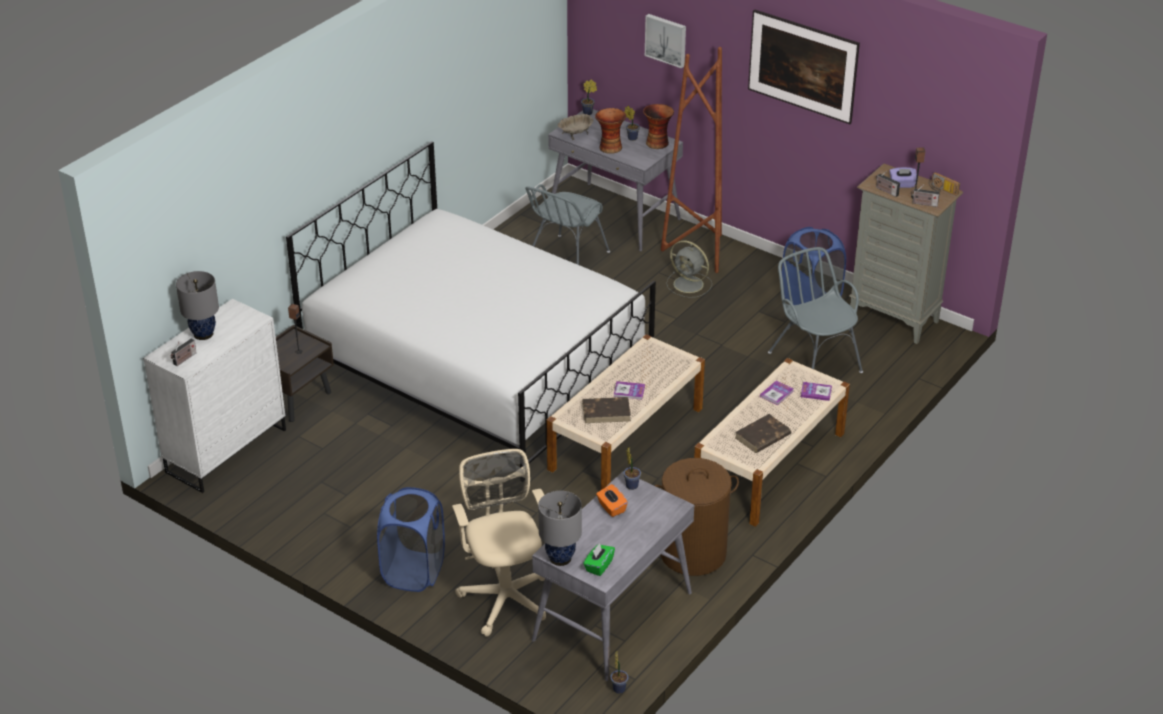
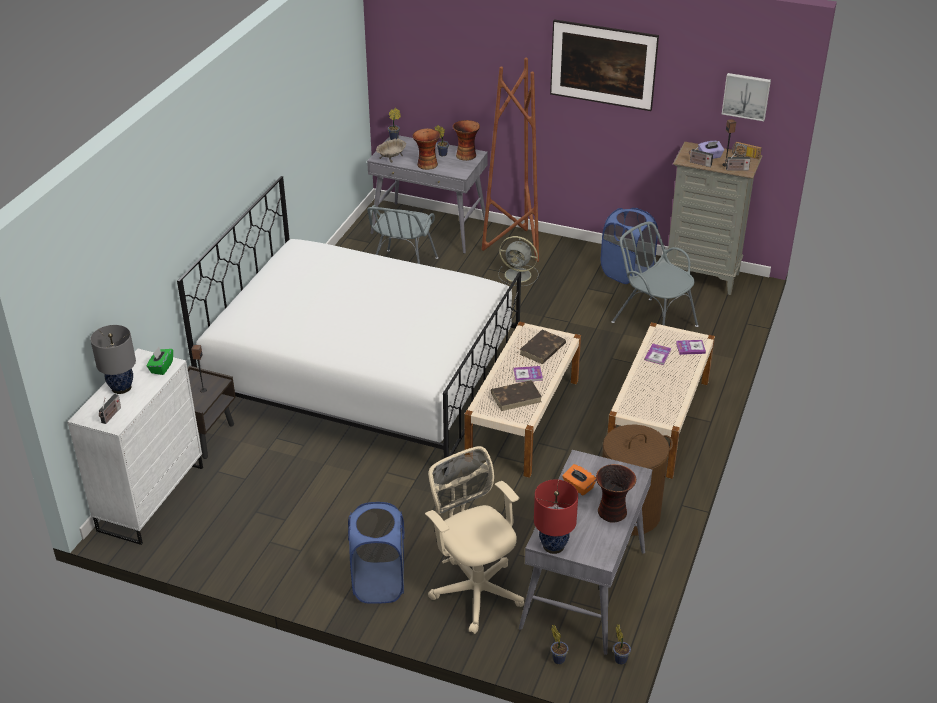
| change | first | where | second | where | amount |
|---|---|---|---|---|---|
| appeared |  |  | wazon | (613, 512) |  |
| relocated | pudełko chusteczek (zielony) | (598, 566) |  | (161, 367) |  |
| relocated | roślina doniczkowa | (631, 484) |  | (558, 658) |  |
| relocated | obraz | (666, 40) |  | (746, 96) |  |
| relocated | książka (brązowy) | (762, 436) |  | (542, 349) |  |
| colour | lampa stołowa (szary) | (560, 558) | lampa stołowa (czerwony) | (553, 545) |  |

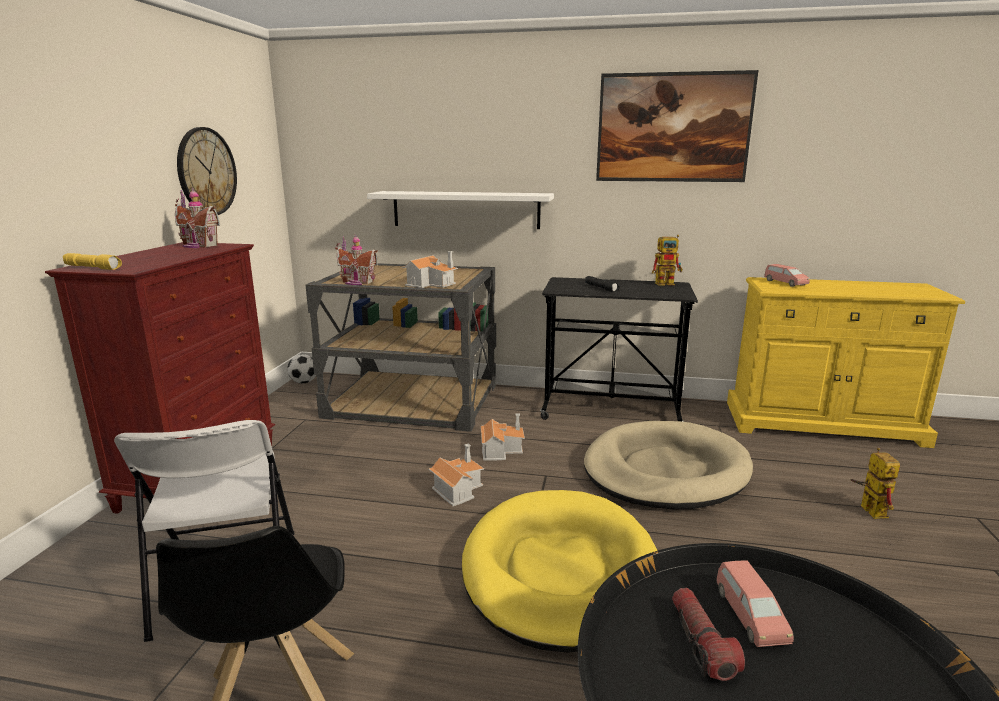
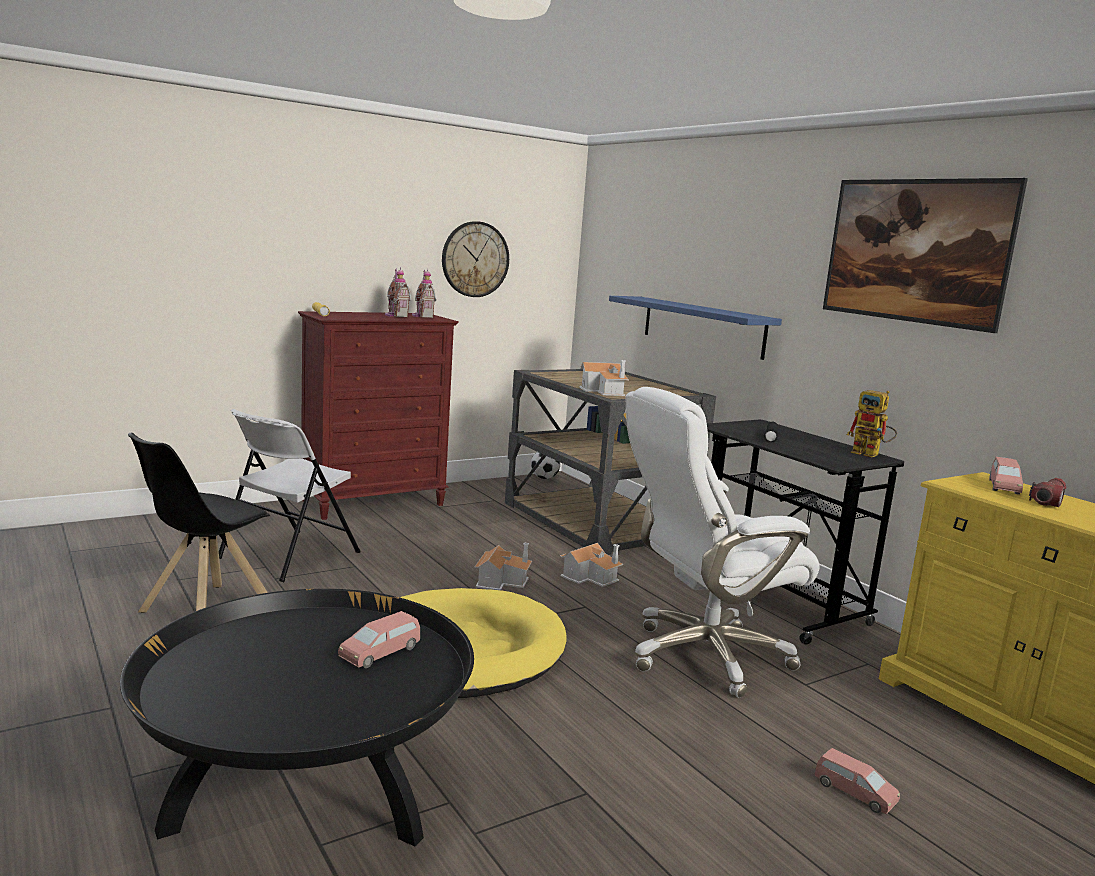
| change | first | where | second | where | amount |
|---|---|---|---|---|---|
| relocated | domek | (357, 282) |  | (395, 315) |  |
| relocated | latarka | (701, 643) |  | (1048, 500) |  |
| exchanged | legowisko (beżowy) | (665, 471) | krzesło biurowe (biały) | (701, 657) |  |
| exchanged | robot zabawkowy | (868, 508) | samochodzik (różowy) | (854, 793) |  |
| colour | półka (biały) | (465, 209) | półka (niebieski) | (702, 326) |  |

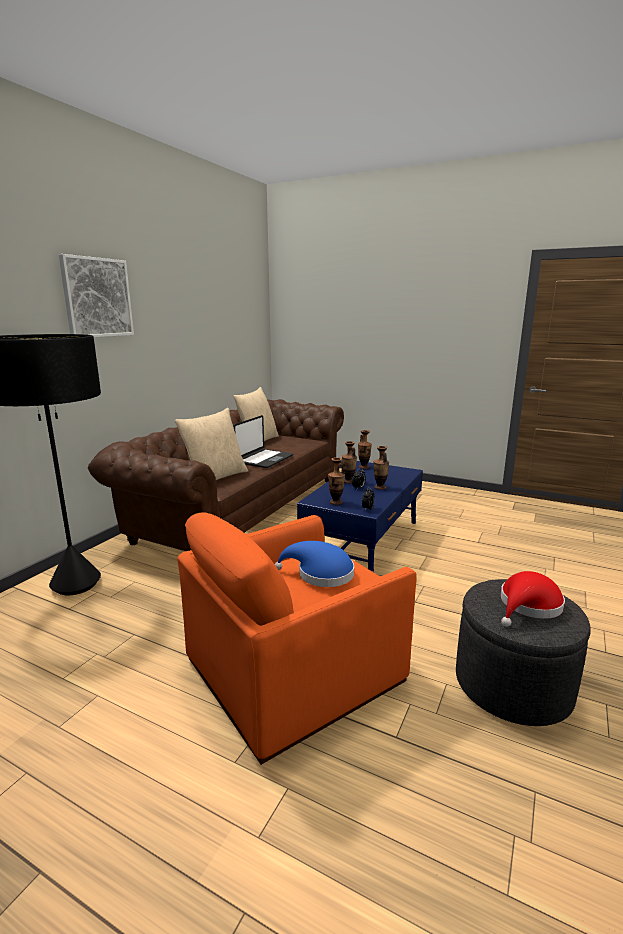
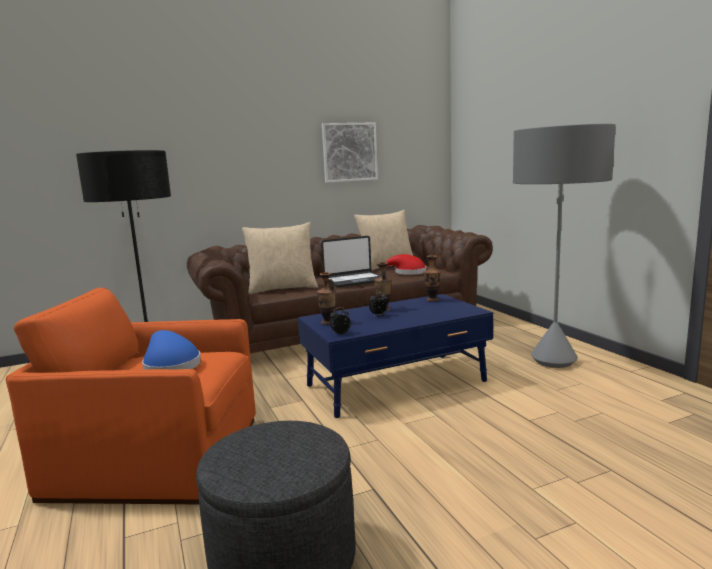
| change | first | where | second | where | amount |
|---|---|---|---|---|---|
| missing | wazon | (380, 487) |  |  |  |
| appeared |  |  | lampa stojąca (szary) | (553, 361) |  |
| relocated | obraz | (97, 297) |  | (349, 152) |  |
| relocated | kapelusz (czerwony) | (528, 606) |  | (407, 273) |  |

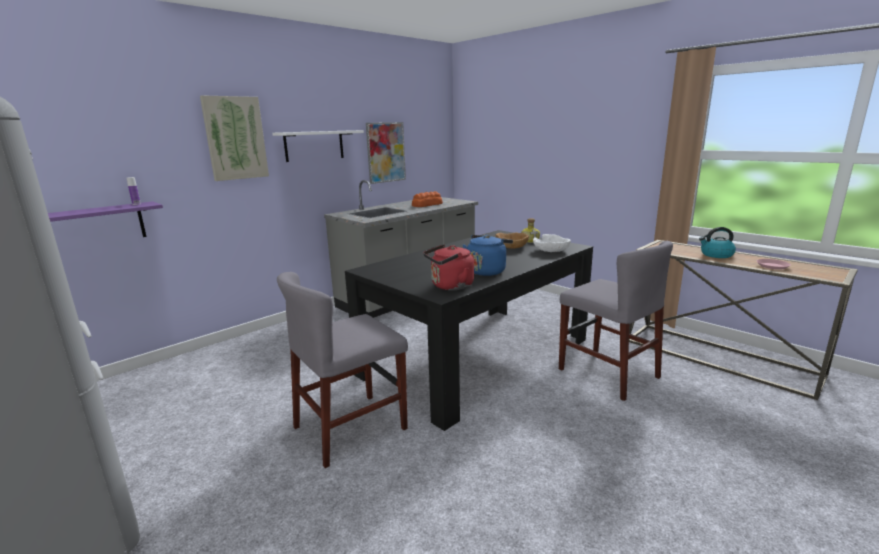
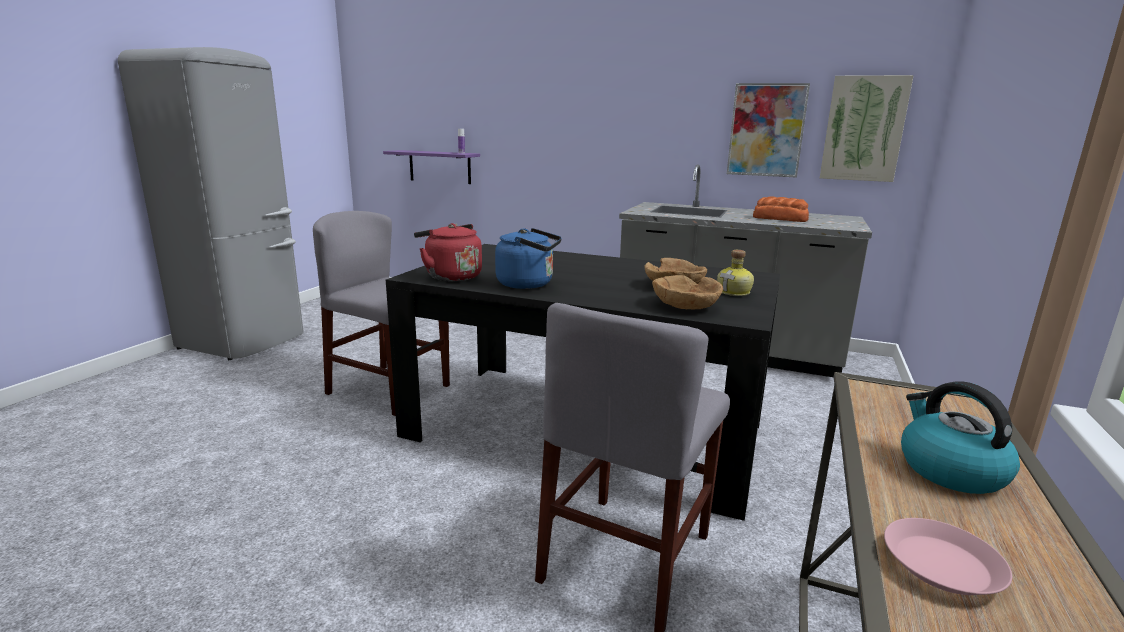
| change | first | where | second | where | amount |
|---|---|---|---|---|---|
| missing | półka (biały) | (314, 145) |  |  |  |
| relocated | obraz | (235, 138) |  | (863, 129) |  |
| colour | miska (biały) | (551, 251) | miska (brązowy) | (685, 306) |  |

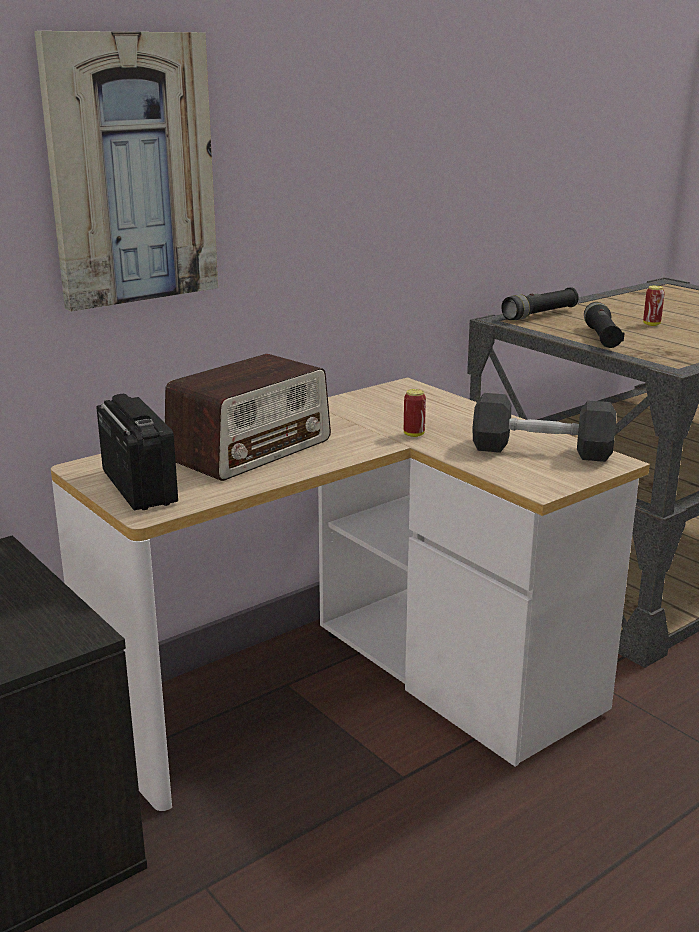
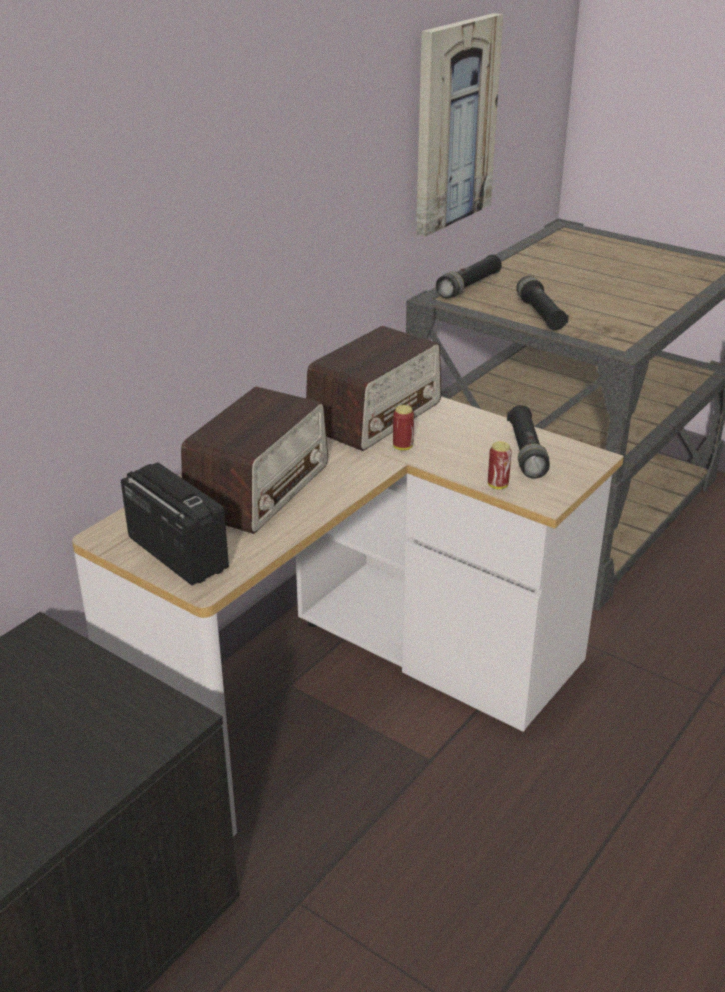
| change | first | where | second | where | amount |
|---|---|---|---|---|---|
| appeared |  |  | radio | (375, 415) |  |
| relocated | obraz | (131, 170) |  | (454, 124) |  |
| relocated | puszka | (651, 324) |  | (497, 485) |  |
| exchanged | hantel (szary) | (541, 450) | latarka (czarny) | (526, 452) |  |

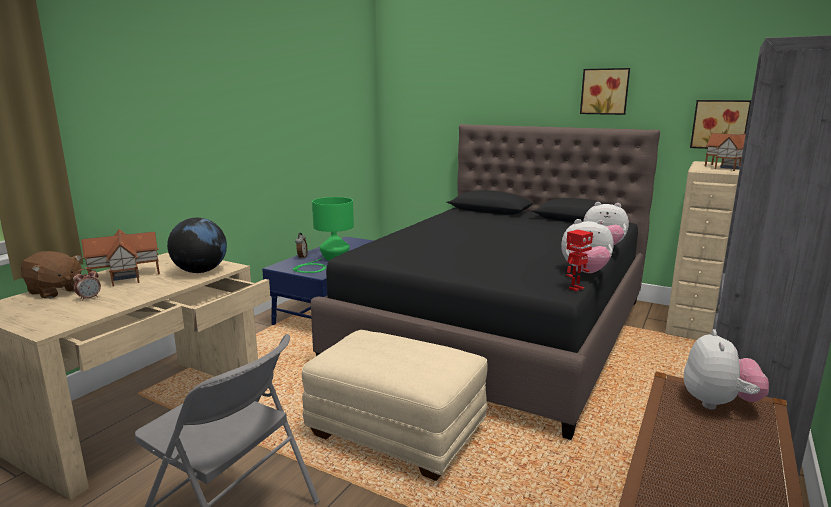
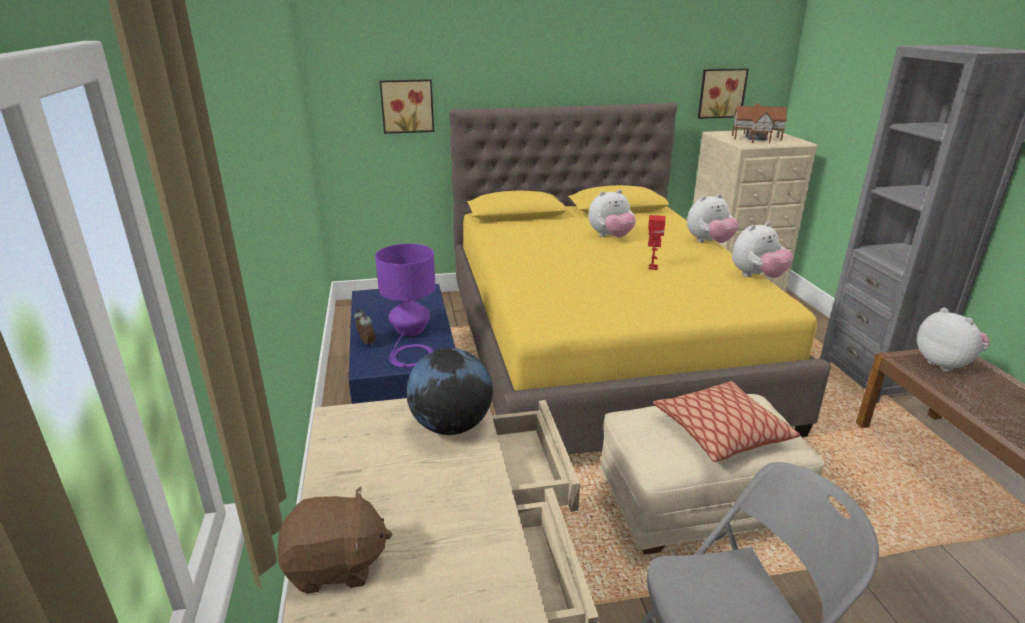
| change | first | where | second | where | amount |
|---|---|---|---|---|---|
| missing | budzik | (89, 298) |  |  |  |
| missing | domek | (126, 275) |  |  |  |
| appeared |  |  | pluszak | (610, 237) |  |
| appeared |  |  | poduszka | (720, 432) |  |
| relocated | robot zabawkowy | (575, 288) |  | (652, 267) |  |
| relocated | obraz | (604, 91) |  | (407, 106) |  |
| colour | lampa stołowa (zielony) | (325, 262) | lampa stołowa (fioletowy) | (410, 339) |  |
| colour | łóżko (czarny) | (498, 330) | łóżko (żółty) | (600, 352) |  |

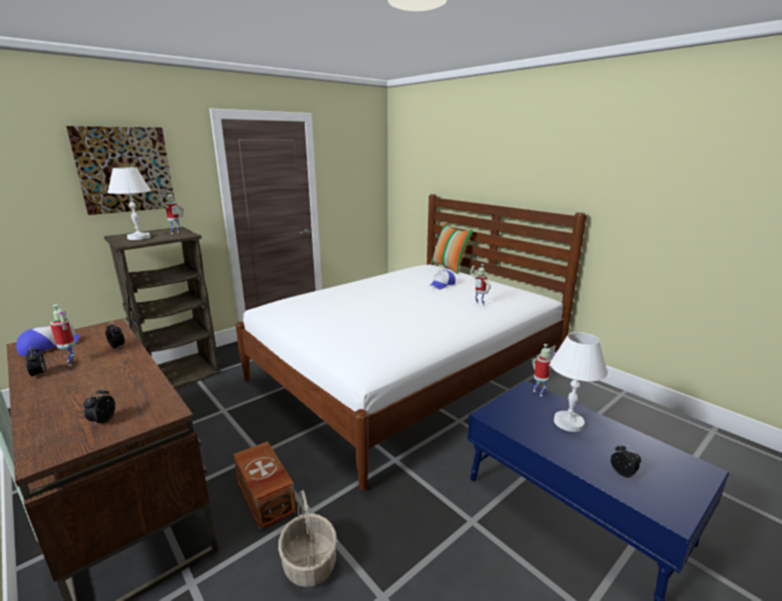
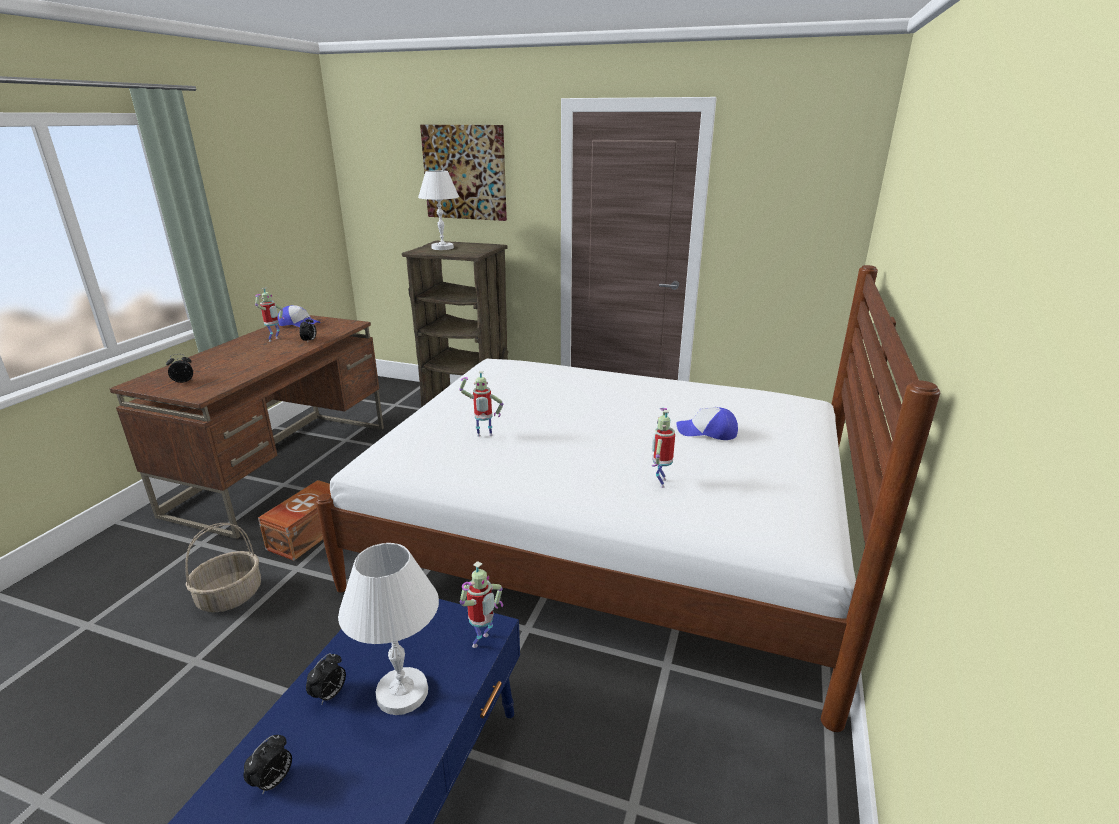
| change | first | where | second | where | amount |
|---|---|---|---|---|---|
| missing | poduszka | (449, 267) |  |  |  |
| relocated | budzik | (39, 374) |  | (330, 695) |  |
| relocated | robot zabawkowy | (175, 233) |  | (484, 436) |  |

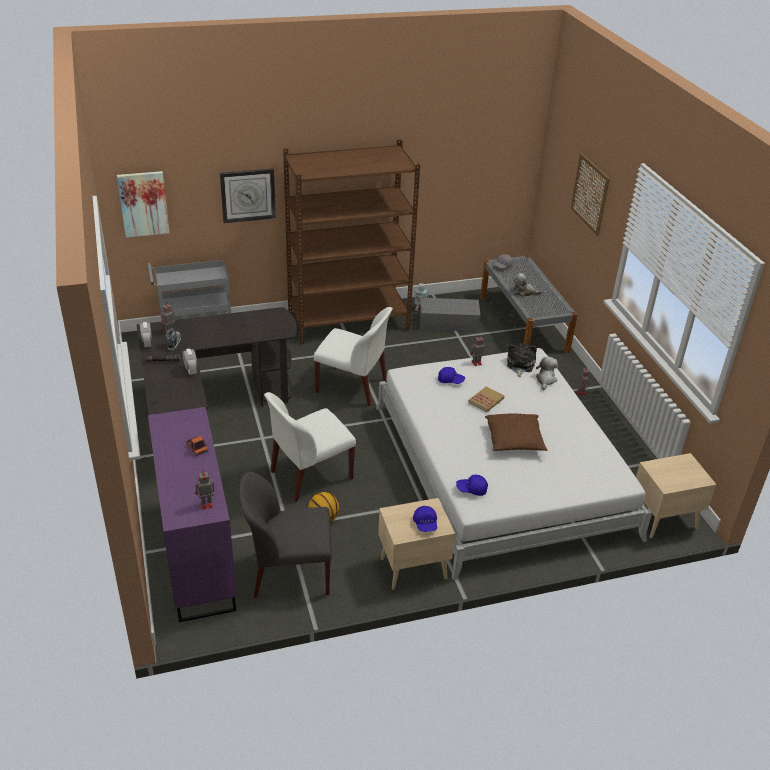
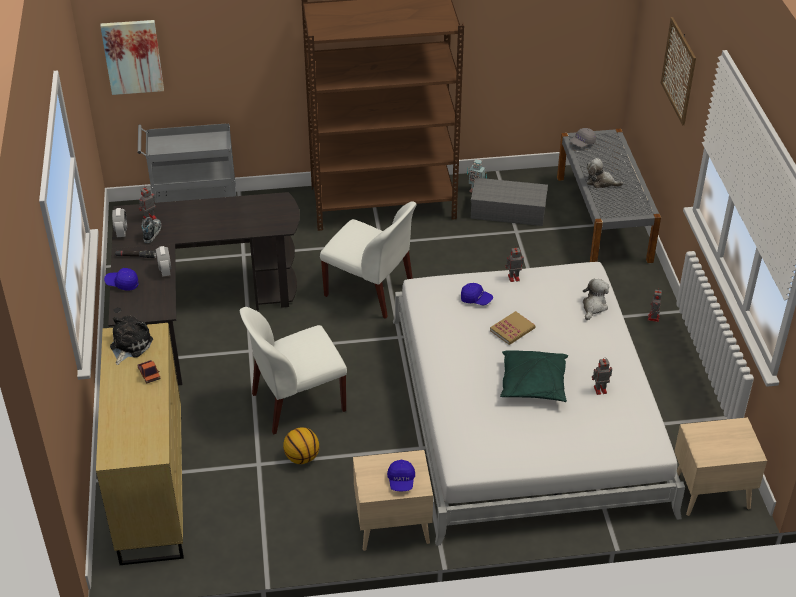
| change | first | where | second | where | amount |
|---|---|---|---|---|---|
| missing | zegar ścienny | (248, 195) |  |  |  |
| missing | krzesło (szary) | (289, 573) |  |  |  |
| relocated | robot zabawkowy | (205, 504) |  | (599, 389) |  |
| relocated | czapka z daszkiem (niebieski) | (471, 489) |  | (122, 283) |  |
| relocated | pluszak | (519, 365) |  | (129, 345) |  |
| colour | komoda (fioletowy) | (196, 553) | komoda (beżowy) | (150, 487) |  |
| colour | poduszka (brązowy) | (514, 441) | poduszka (zielony) | (533, 385) |  |

